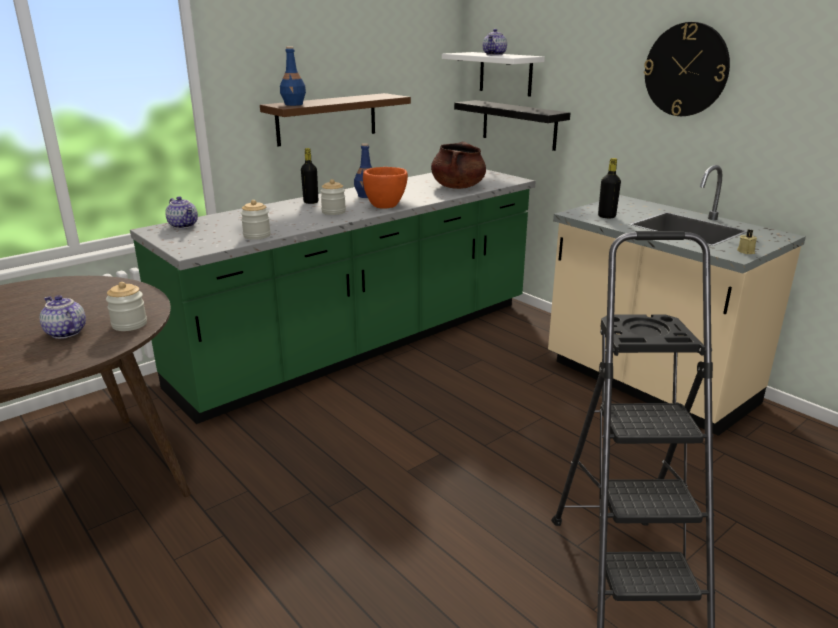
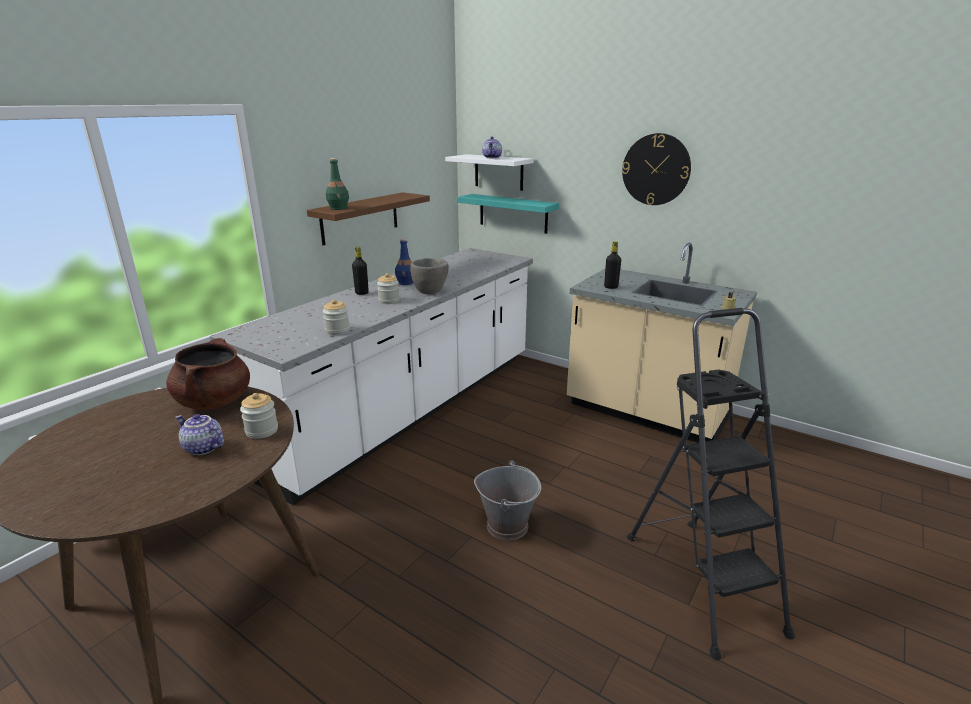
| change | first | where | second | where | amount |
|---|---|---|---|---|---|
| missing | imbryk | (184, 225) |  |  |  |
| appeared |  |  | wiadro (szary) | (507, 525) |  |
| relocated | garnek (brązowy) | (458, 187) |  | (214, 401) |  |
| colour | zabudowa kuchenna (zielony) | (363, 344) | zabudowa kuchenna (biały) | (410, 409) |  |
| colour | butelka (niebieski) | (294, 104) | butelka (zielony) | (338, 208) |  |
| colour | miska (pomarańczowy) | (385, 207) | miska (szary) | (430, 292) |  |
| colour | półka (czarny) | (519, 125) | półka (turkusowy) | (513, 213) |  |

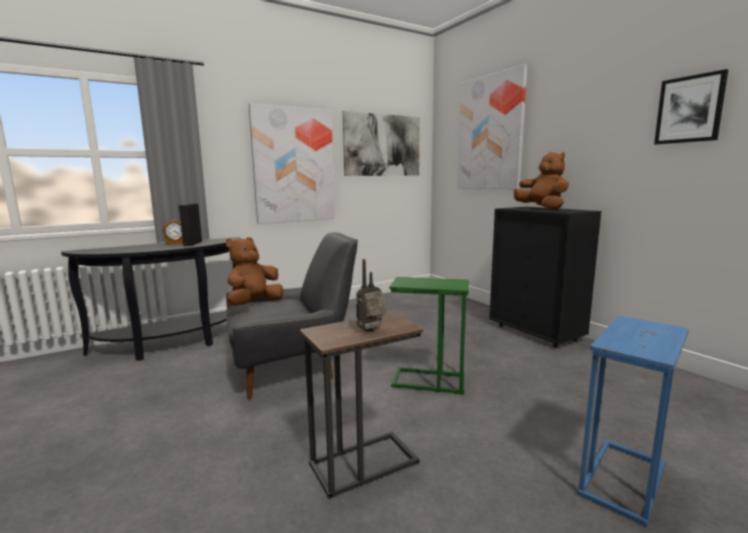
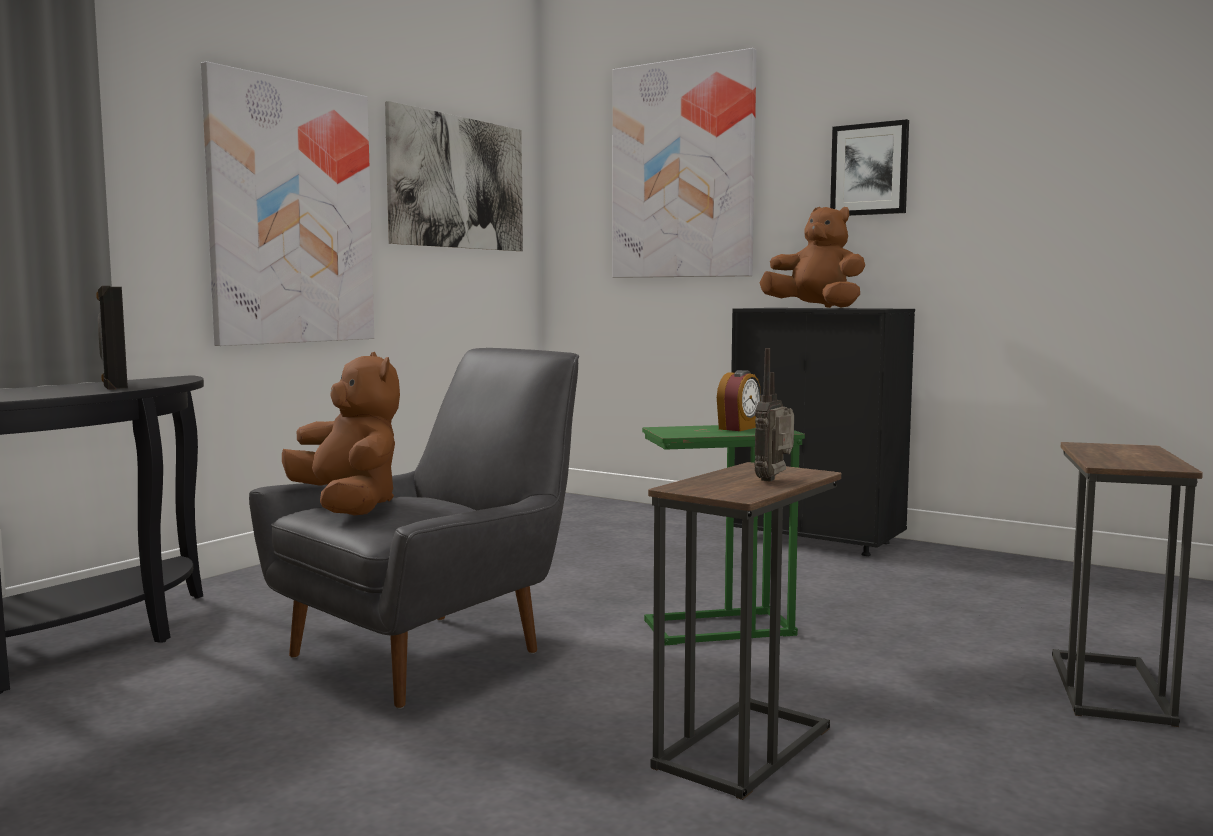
| change | first | where | second | where | amount |
|---|---|---|---|---|---|
| relocated | budzik | (175, 243) |  | (739, 428) |  |
| relocated | obraz | (689, 109) |  | (869, 169) |  |
| colour | stolik (niebieski) | (623, 480) | stolik (brązowy) | (1111, 689) |  |
| spun | pluszak (brązowy) | (254, 304) |  | (348, 506) | 135 degrees clockwise |

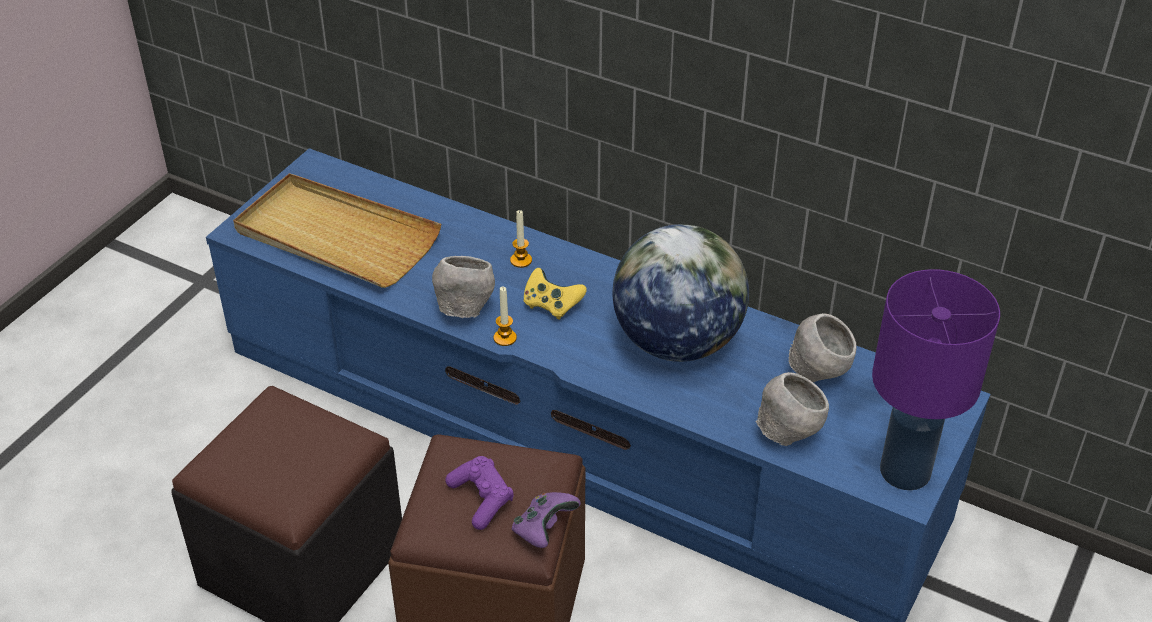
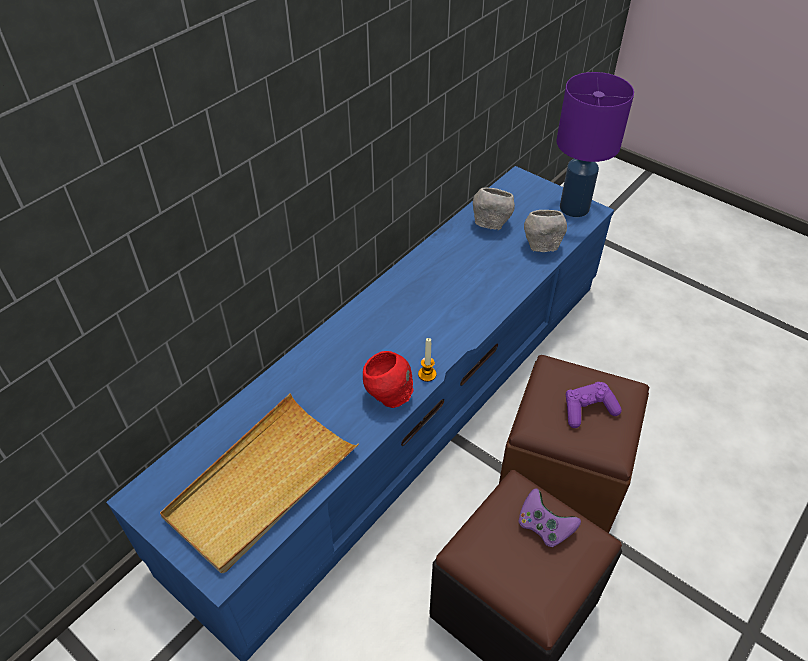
| change | first | where | second | where | amount |
|---|---|---|---|---|---|
| missing | świeca | (521, 260) |  |  |  |
| missing | pad do gier (żółty) | (551, 305) |  |  |  |
| missing | globus | (676, 342) |  |  |  |
| relocated | pad do gier (fioletowy) | (544, 529) |  | (544, 526) |  |
| colour | miska (szary) | (464, 310) | miska (czerwony) | (388, 396) |  |

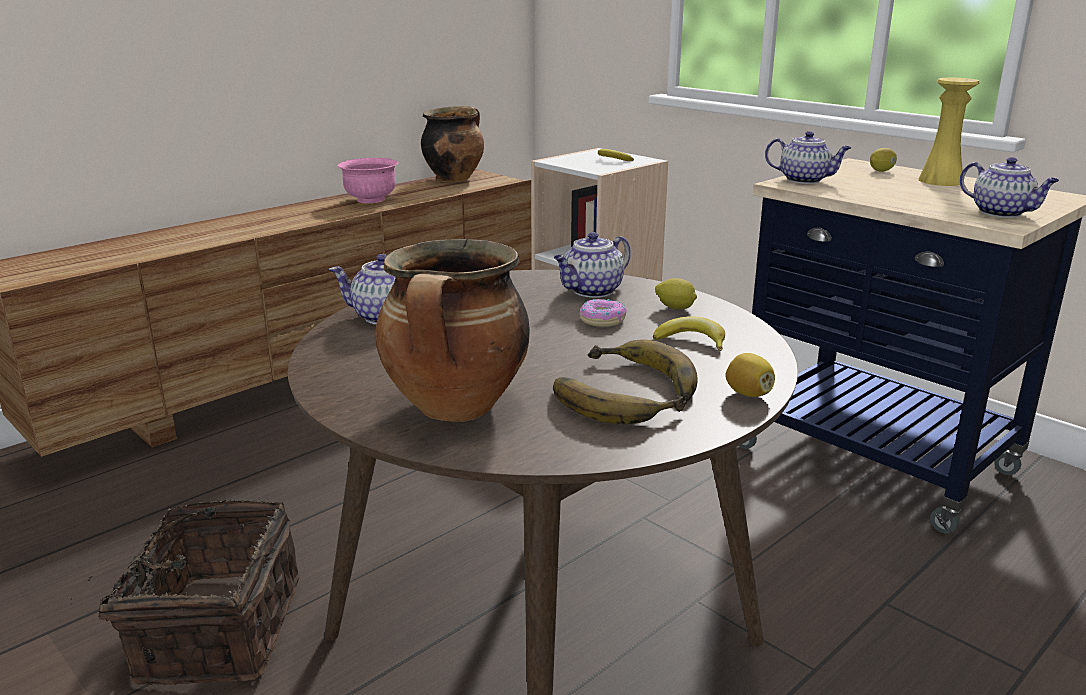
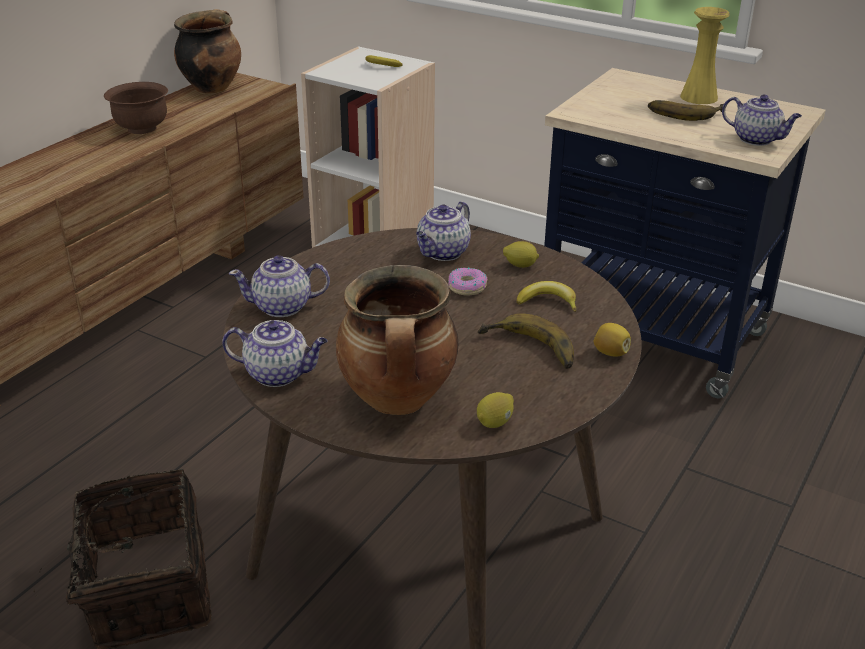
| change | first | where | second | where | amount |
|---|---|---|---|---|---|
| relocated | banan | (613, 404) |  | (684, 112) |  |
| relocated | imbryk | (805, 180) |  | (279, 374) |  |
| relocated | cytryna | (882, 171) |  | (495, 422) |  |
| colour | miska (różowy) | (370, 200) | miska (brązowy) | (141, 128) |  |

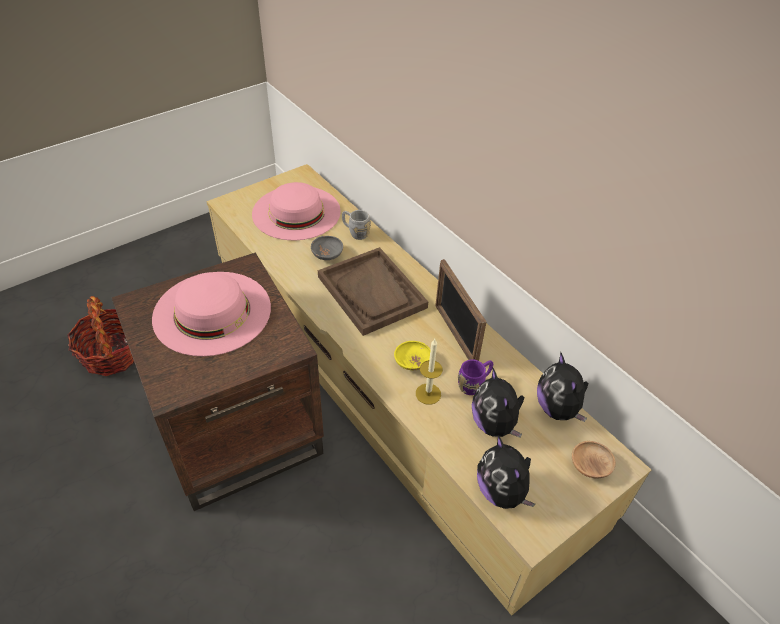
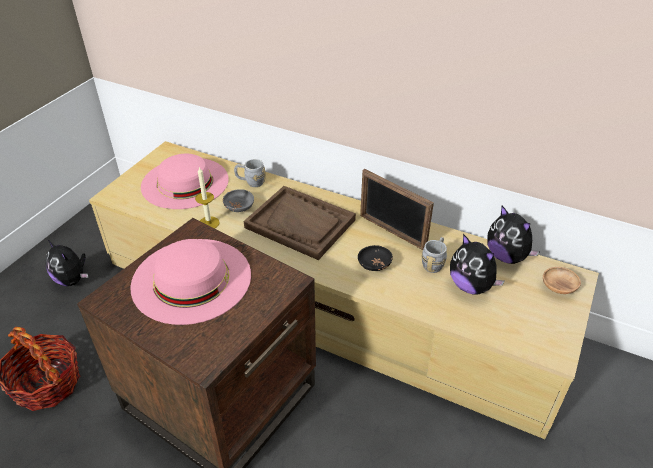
| change | first | where | second | where | amount |
|---|---|---|---|---|---|
| relocated | świeca | (428, 394) |  | (208, 223) |  |
| relocated | pluszak | (502, 491) |  | (72, 280) |  |
| colour | miska (żółty) | (412, 362) | miska (czarny) | (374, 265) |  |
| colour | kubek (fioletowy) | (474, 384) | kubek (szary) | (434, 263) |  |

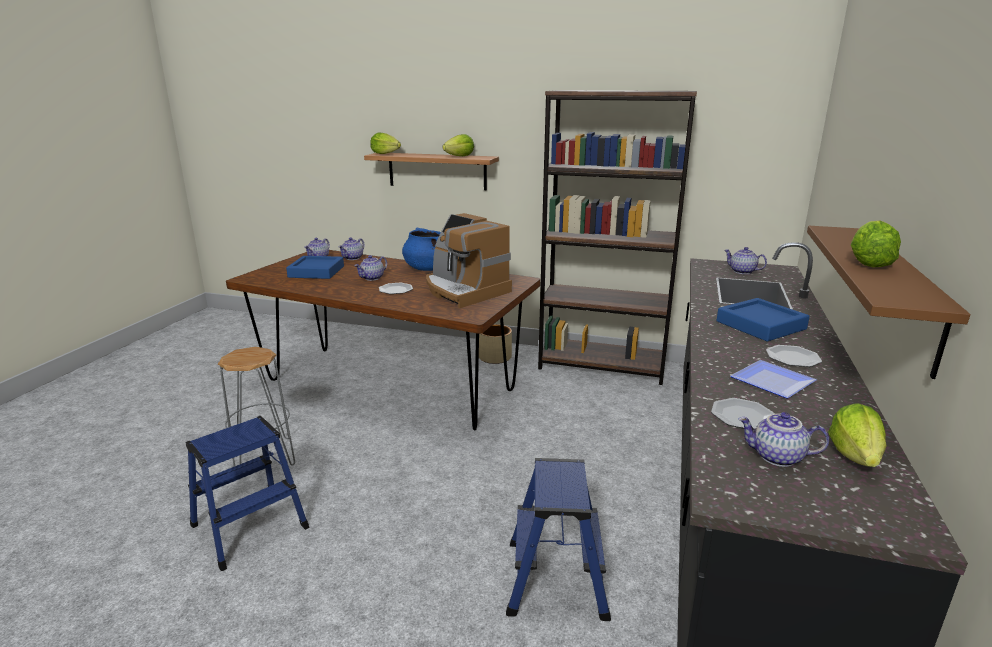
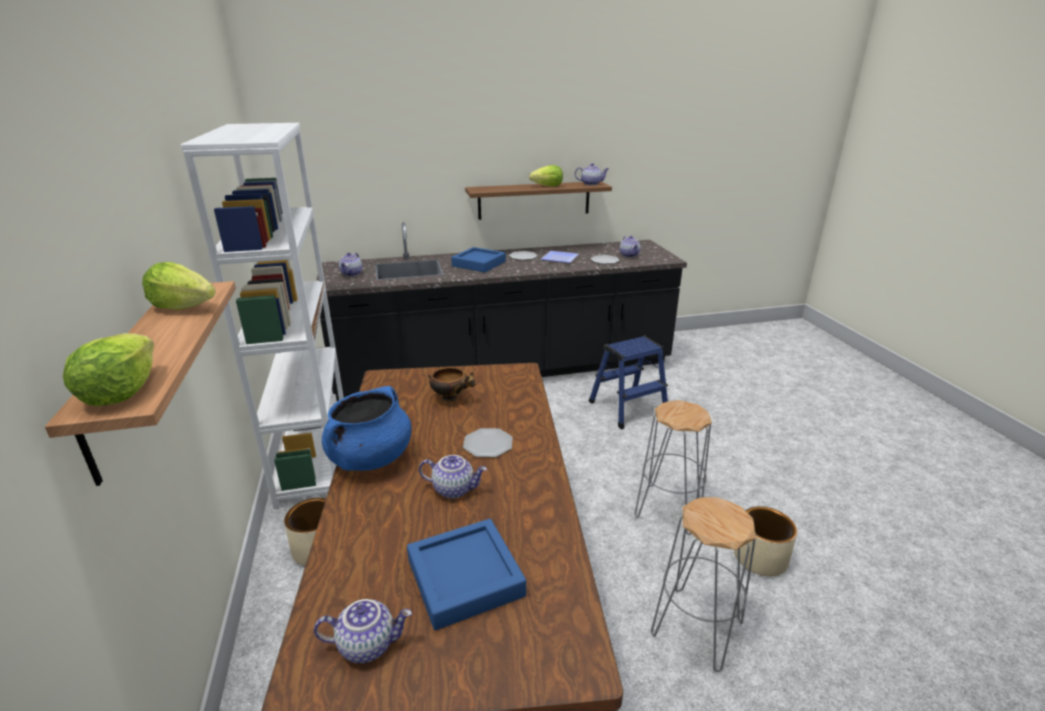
| change | first | where | second | where | amount |
|---|---|---|---|---|---|
| missing | sałata | (855, 456) |  |  |  |
| appeared |  |  | stołek (szary) | (668, 508) |  |
| relocated | imbryk | (353, 258) |  | (591, 184) |  |
| exchanged | drabinka (niebieski) | (250, 525) | donica (beżowy) | (759, 558) |  |
| exchanged | ekspres do kawy | (464, 291) | miska | (451, 398) |  |
| colour | regał (brązowy) | (602, 366) | regał (biały) | (314, 456) |  |

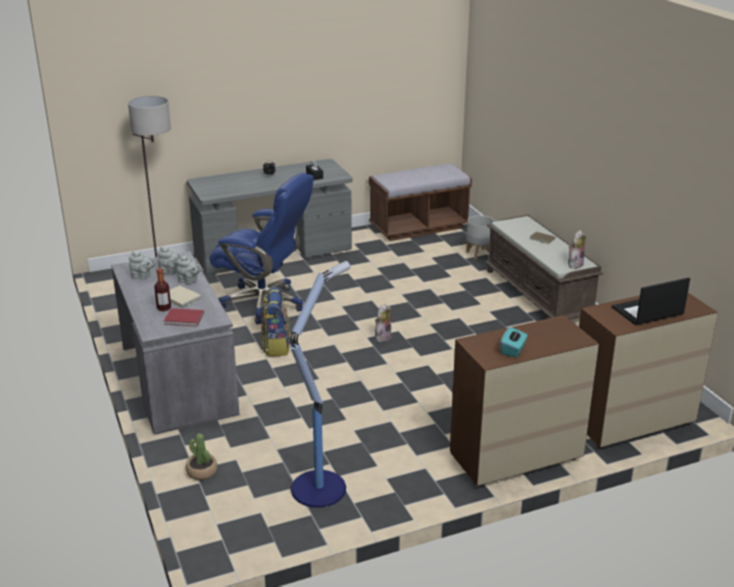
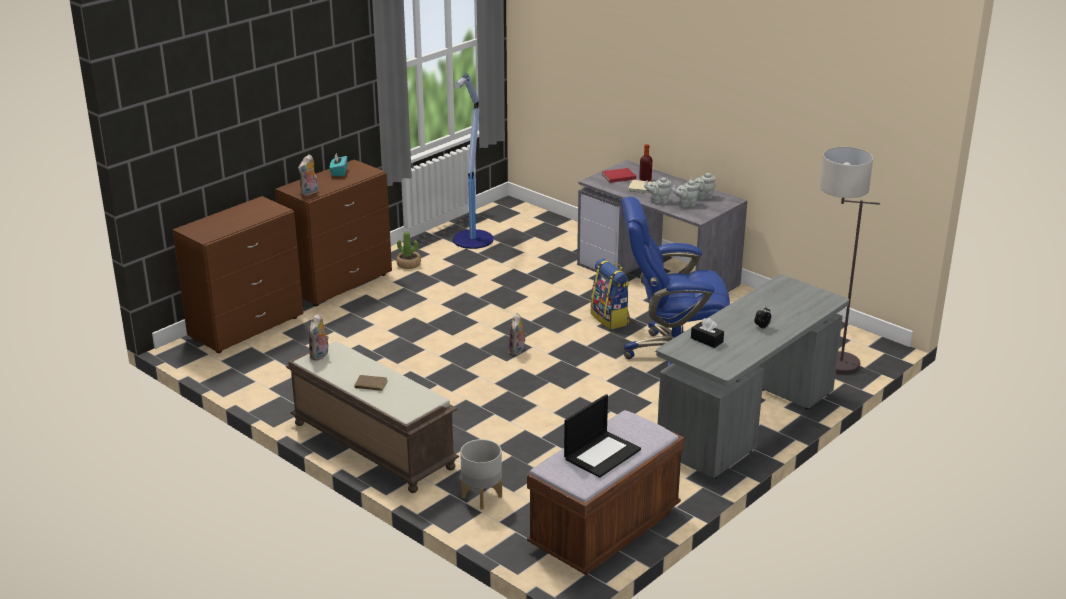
| change | first | where | second | where | amount |
|---|---|---|---|---|---|
| appeared |  |  | pluszak | (310, 193) |  |
| relocated | roślina doniczkowa | (201, 472) |  | (409, 264) |  |
| relocated | laptop | (647, 311) |  | (602, 453) |  |

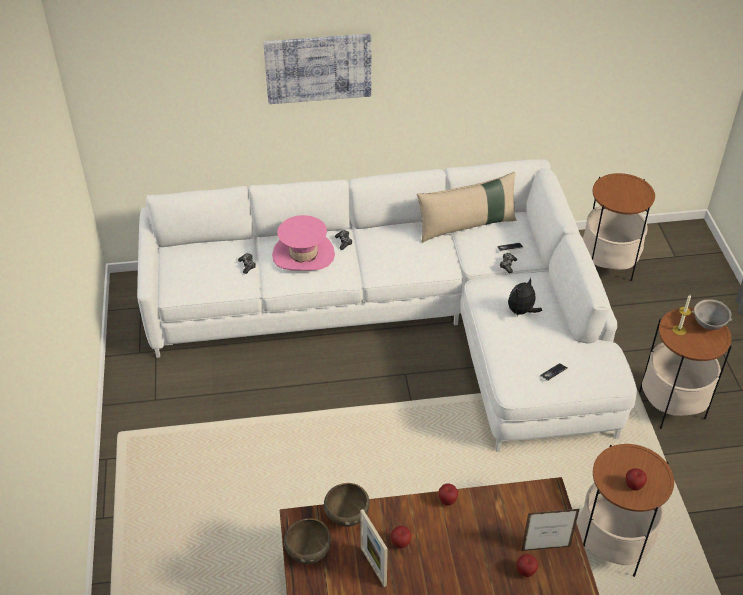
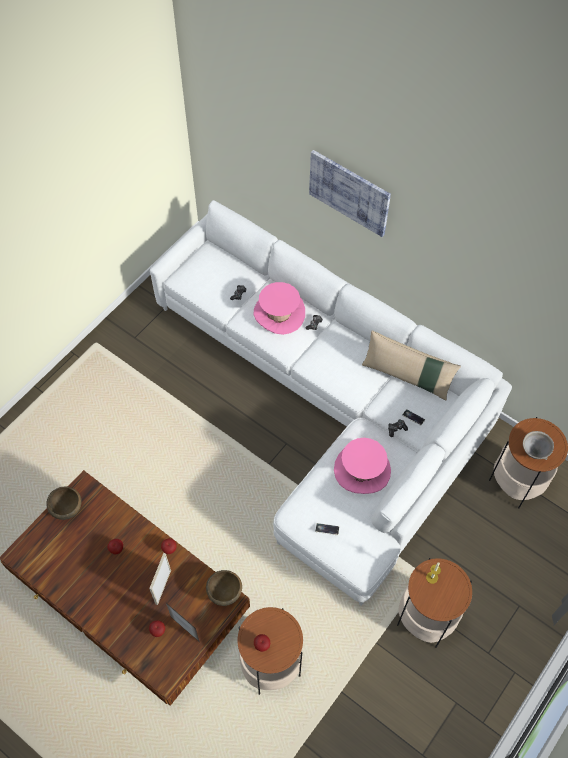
| change | first | where | second | where | amount |
|---|---|---|---|---|---|
| relocated | miska (brązowy) | (347, 517) |  | (225, 593) |  |
| relocated | ramka na zdjęcie | (373, 566) |  | (163, 587) |  |
| relocated | miska (szary) | (708, 324) |  | (534, 451) |  |
| exchanged | pluszak | (521, 311) | kapelusz (różowy) | (362, 470) |  |

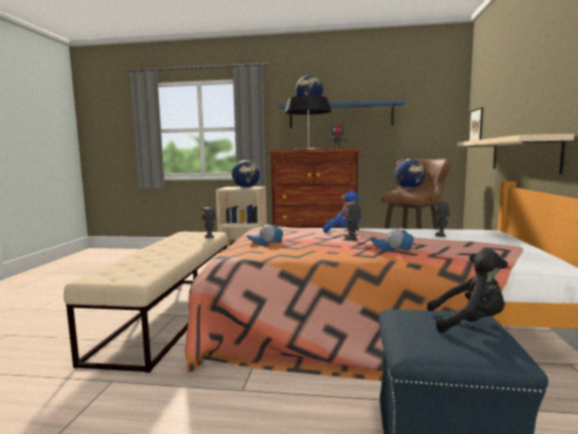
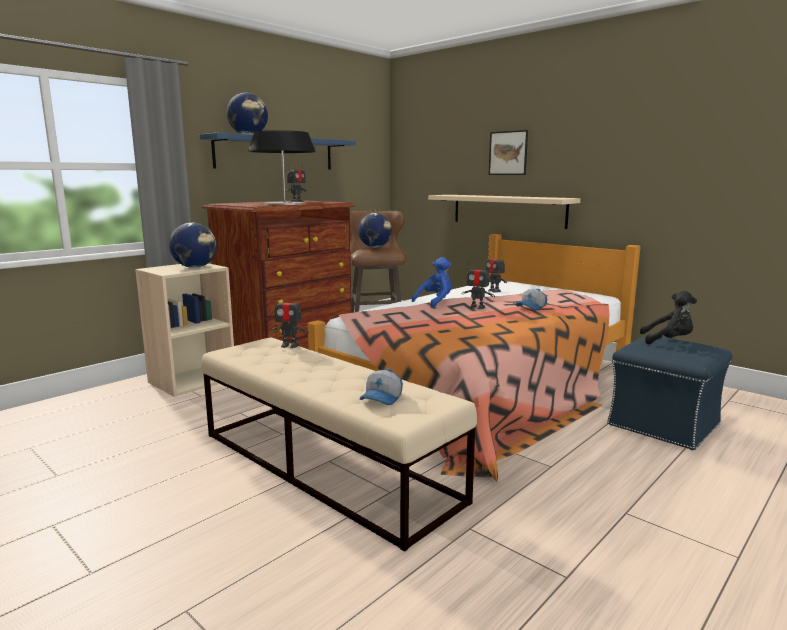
| change | first | where | second | where | amount |
|---|---|---|---|---|---|
| relocated | czapka z daszkiem | (265, 242) |  | (382, 398) |  |
| relocated | obraz | (476, 127) |  | (508, 153) |  |
| spun | pluszak (czarny) | (469, 323) |  | (668, 341) | 60 degrees clockwise |

